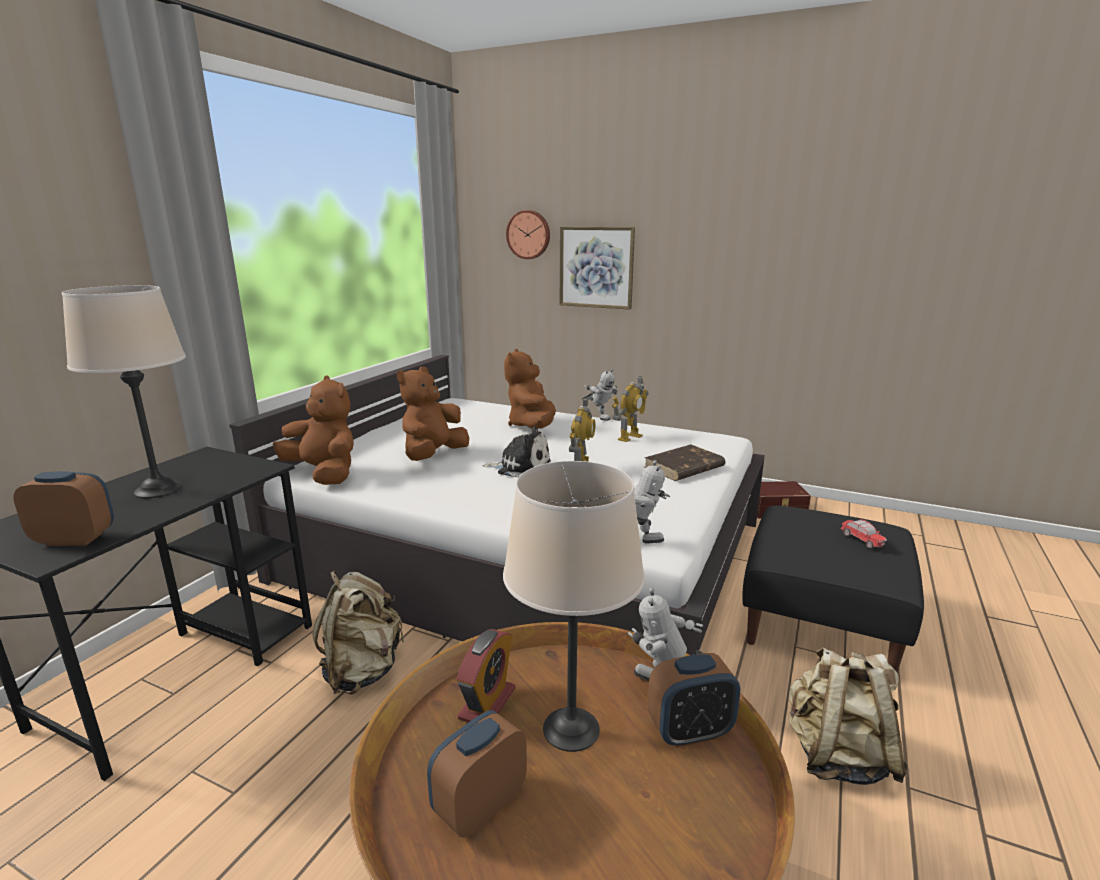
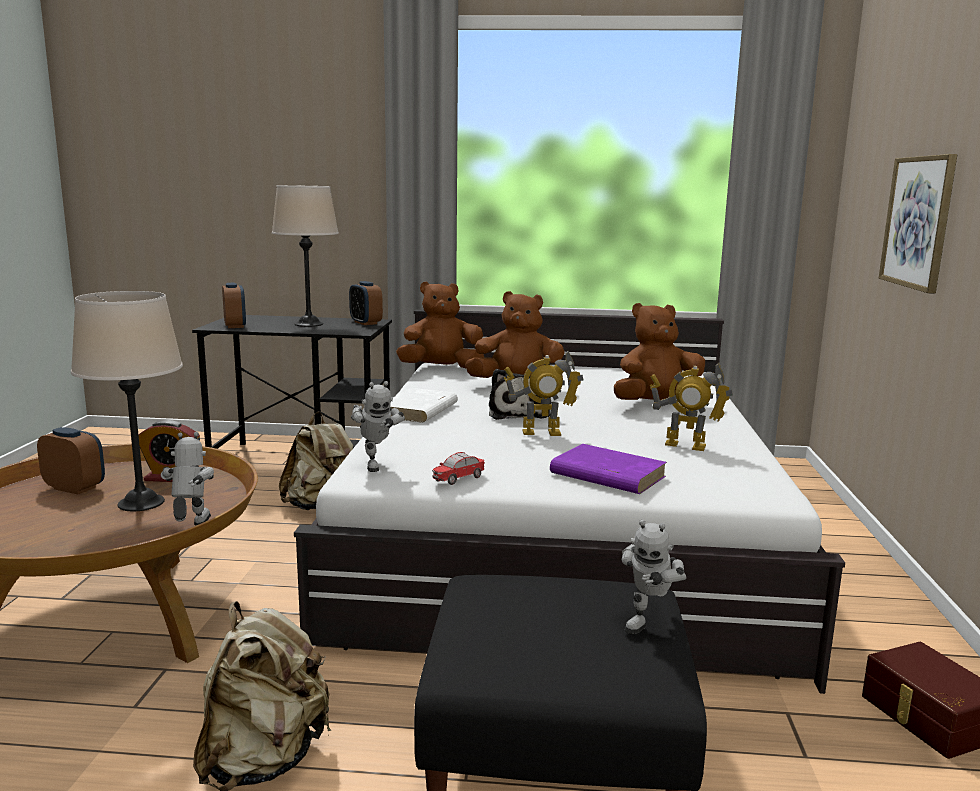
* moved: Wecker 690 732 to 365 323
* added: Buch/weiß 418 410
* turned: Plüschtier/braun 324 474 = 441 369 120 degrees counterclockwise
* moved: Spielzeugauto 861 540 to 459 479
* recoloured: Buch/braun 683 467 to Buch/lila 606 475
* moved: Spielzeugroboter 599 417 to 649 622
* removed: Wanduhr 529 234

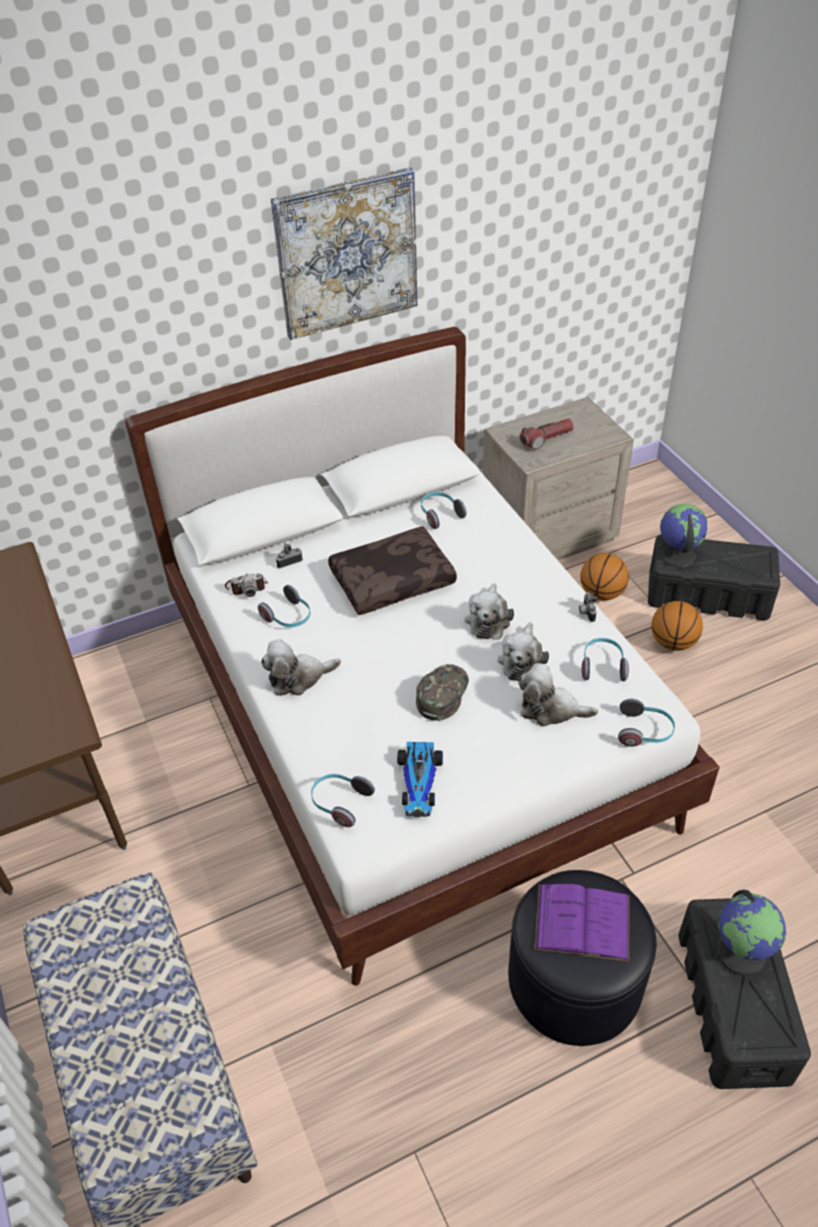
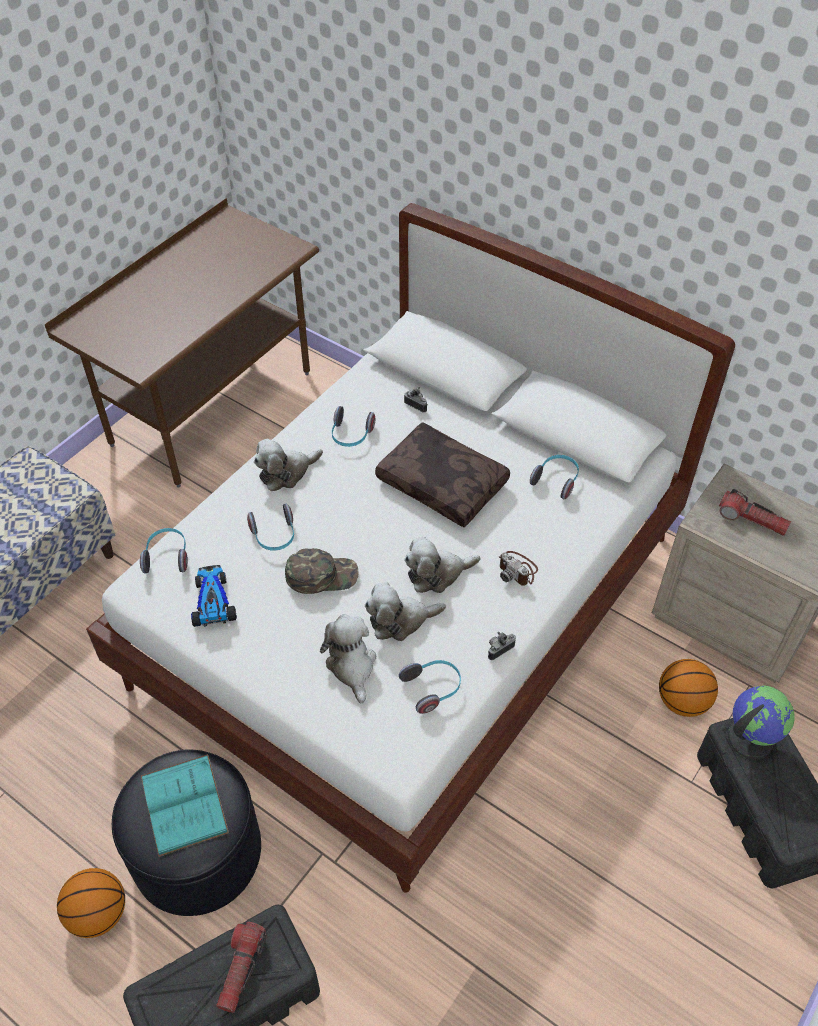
* moved: Basketball 673 642 to 99 914
* recoloured: Buch/lila 582 922 to Buch/türkis 184 804
* turned: Spielzeugauto 420 783 = 212 600 105 degrees clockwise
* replaced: Globus 742 952 to Taschenlampe 241 969
* moved: Kopfhörer 644 731 to 274 536
* turned: Plüschtier 298 678 = 286 472 75 degrees counterclockwise
* moved: Kamera 246 586 to 517 570
* removed: Bild 347 254

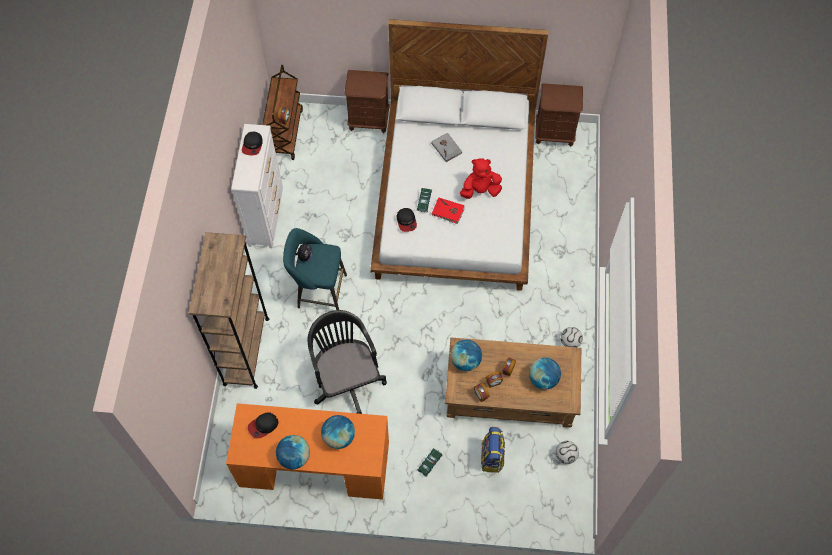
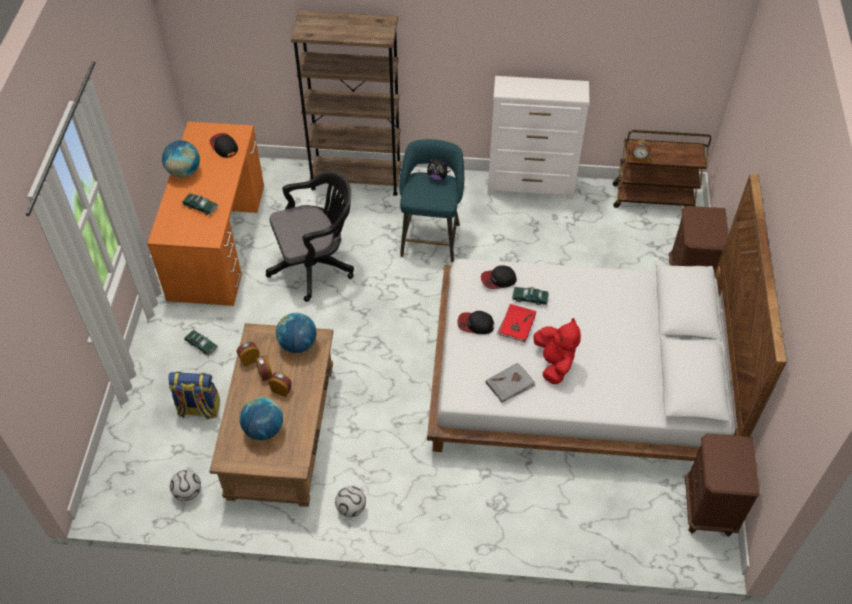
* replaced: Globus 339 437 to Spielzeugauto 200 207
* moved: Kappe 252 145 to 475 324
* moved: Buch/grau 446 148 to 510 384

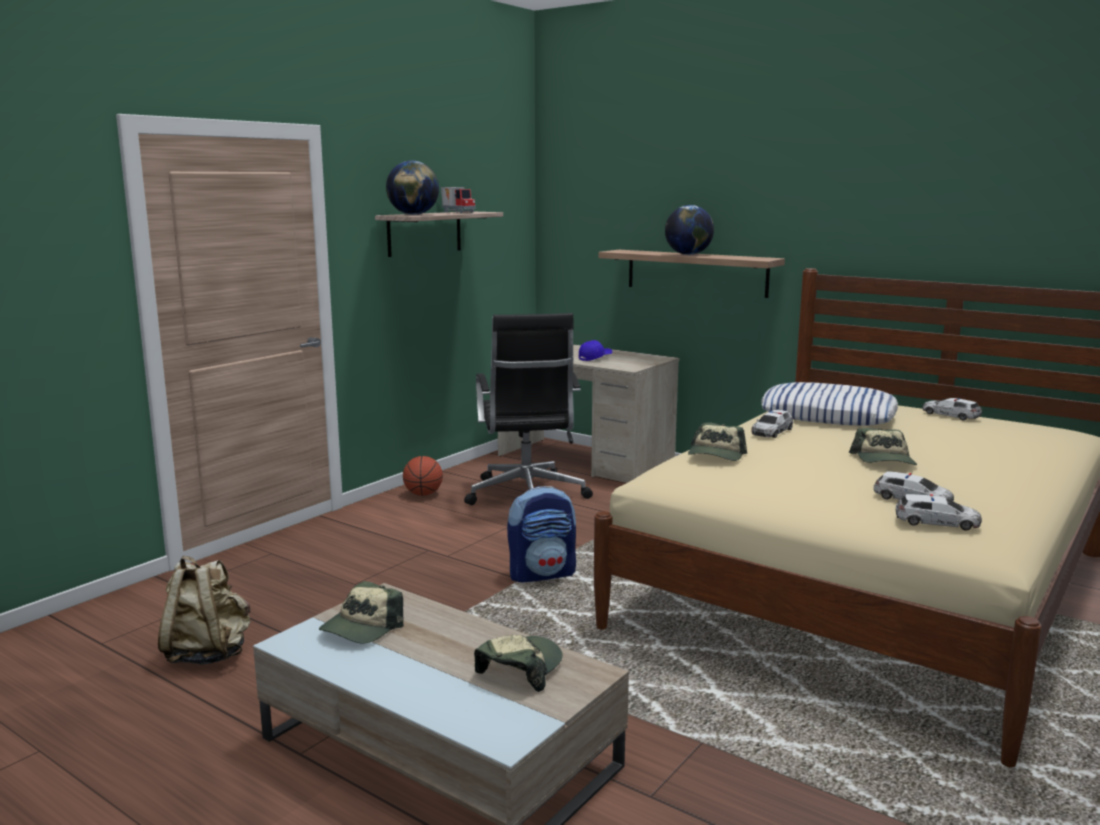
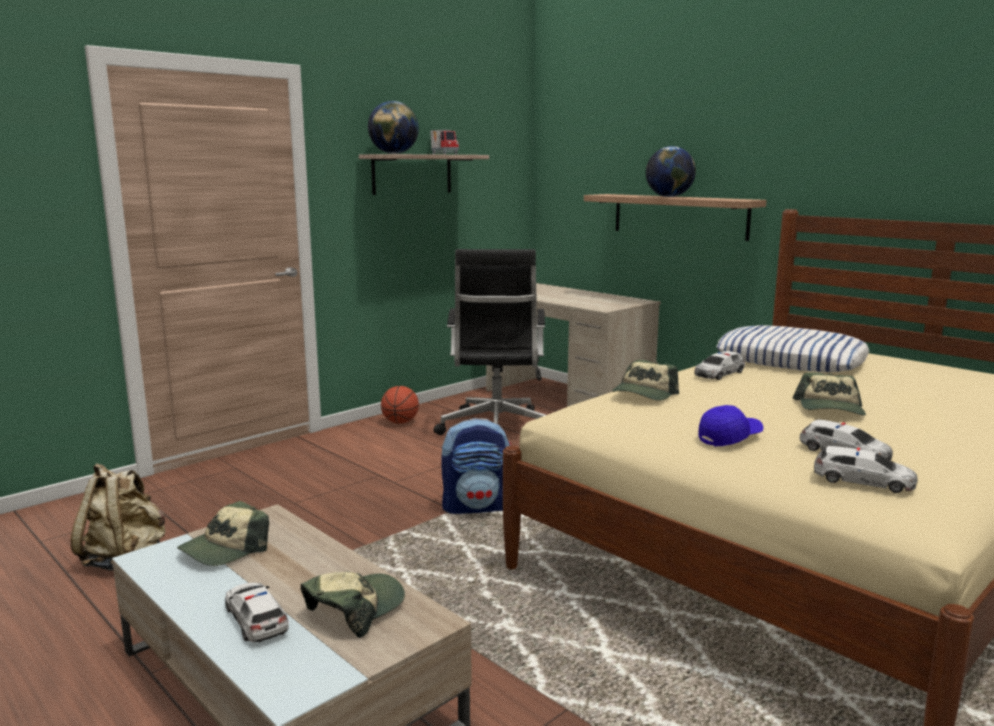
* moved: Spielzeugauto 950 415 to 256 619
* moved: Kappe/blau 595 358 to 729 438

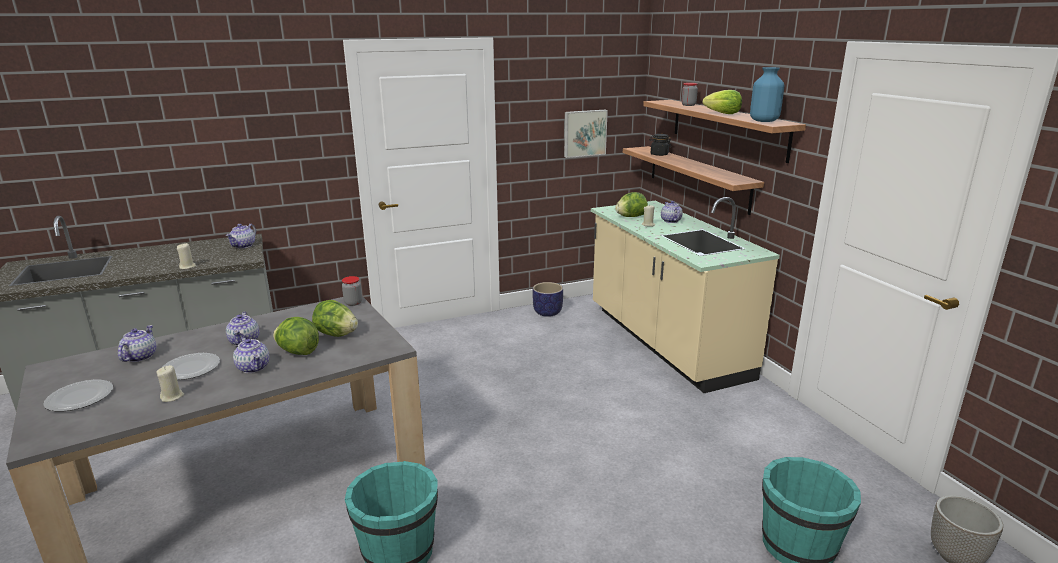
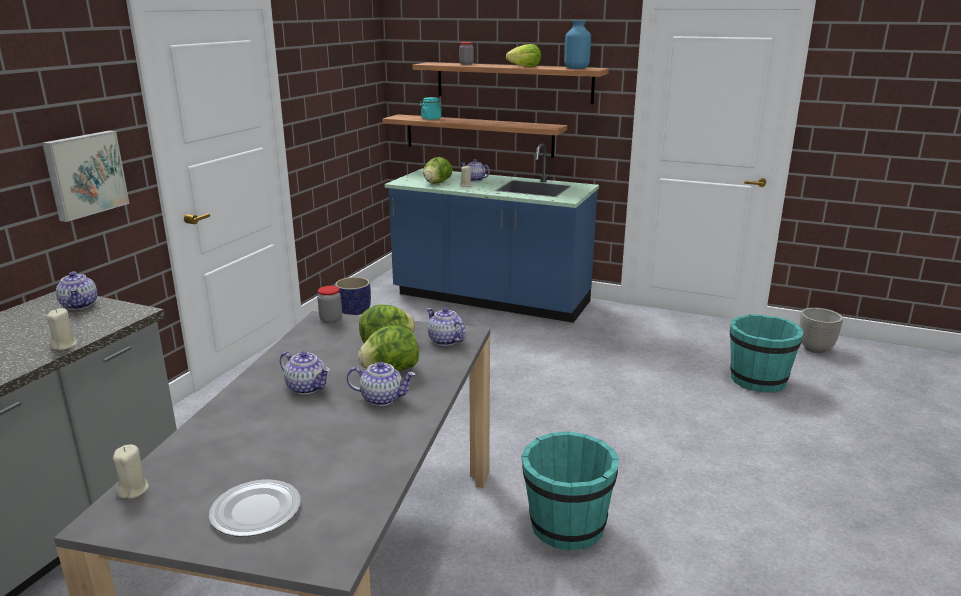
* moved: Bild 584 133 to 85 174
* moved: Kerze/beige 172 397 to 133 490
* recoloured: Küchenzeile/beige 665 342 to Küchenzeile/blau 490 300
* recoloured: Vorratsglas/schwarz 659 154 to Vorratsglas/türkis 431 118
* moved: Teekanne 140 357 to 445 340
* removed: Teller 190 368

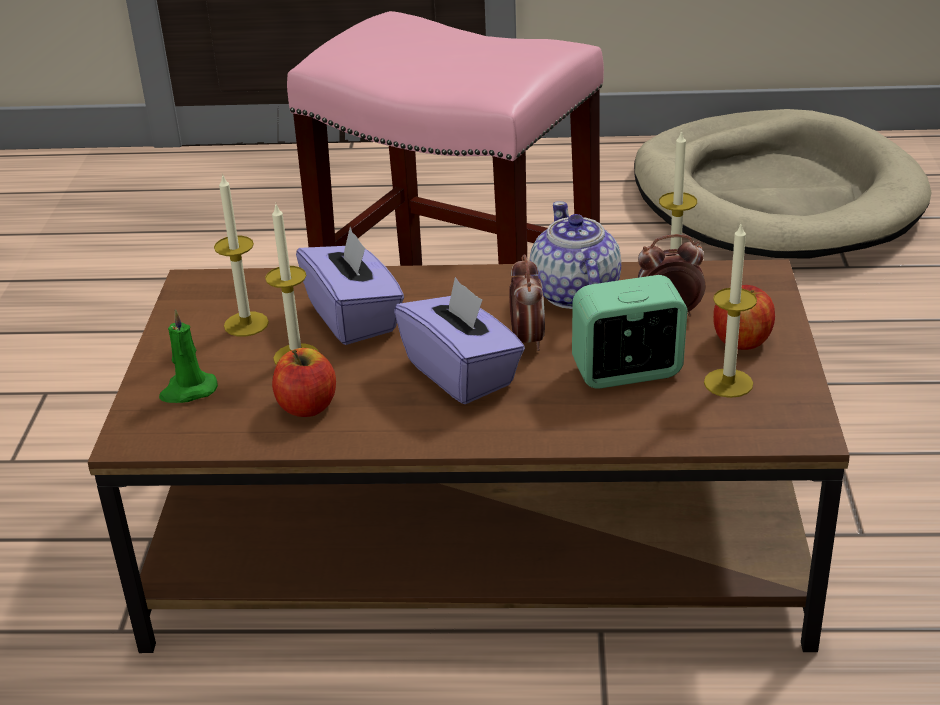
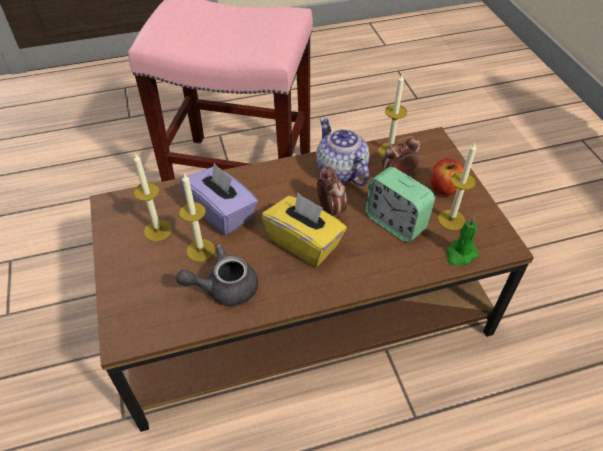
* replaced: Apfel 307 406 to Teekanne/grau 224 288
* recoloured: Taschentuchbox/lila 461 373 to Taschentuchbox/gelb 304 242
* turned: Wecker 627 372 = 395 223 105 degrees counterclockwise
* moved: Kerze/grün 188 391 to 460 254
* removed: Hundebett/beige 775 196

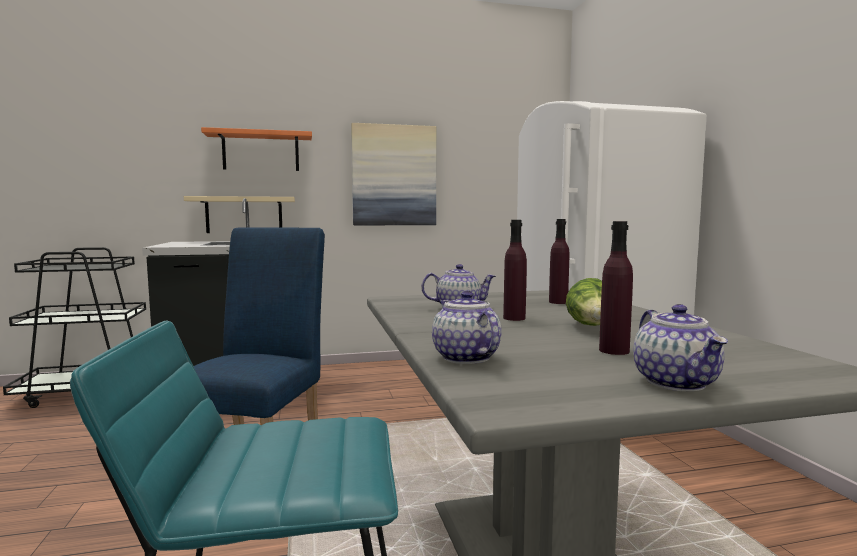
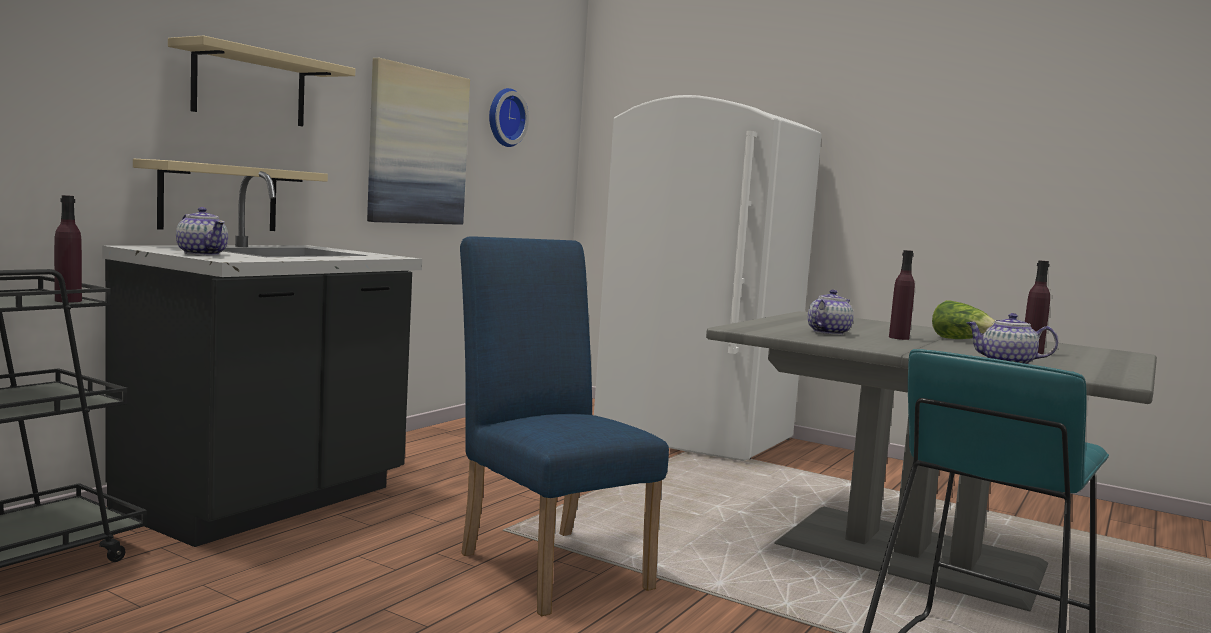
* moved: Flasche/lila 558 302 to 68 301
* recoloured: Wandregal/orange 261 152 to Wandregal/beige 250 87
* moved: Teekanne 677 383 to 203 254
* added: Wanduhr 504 117

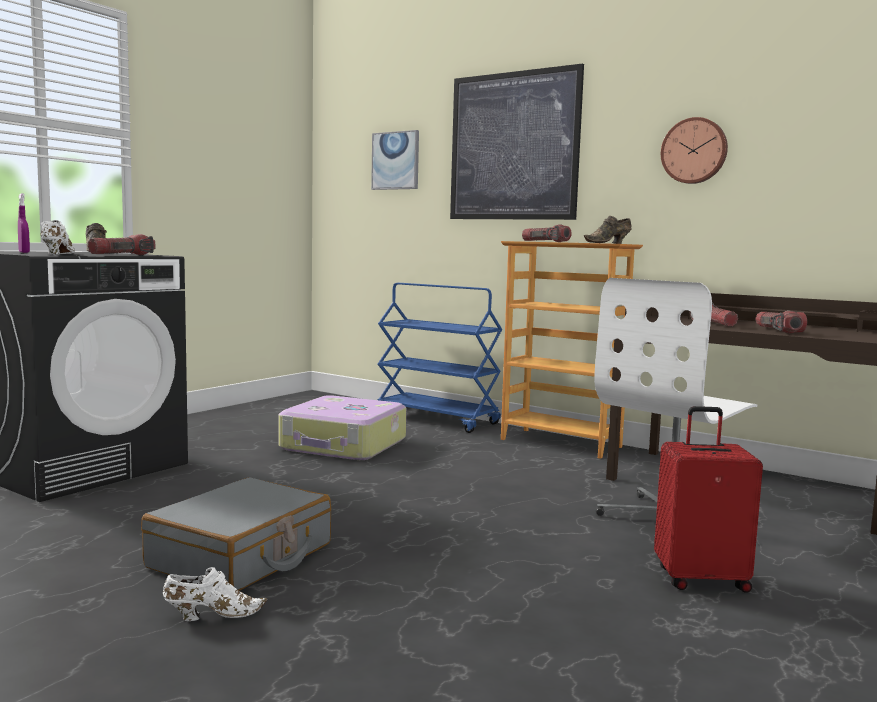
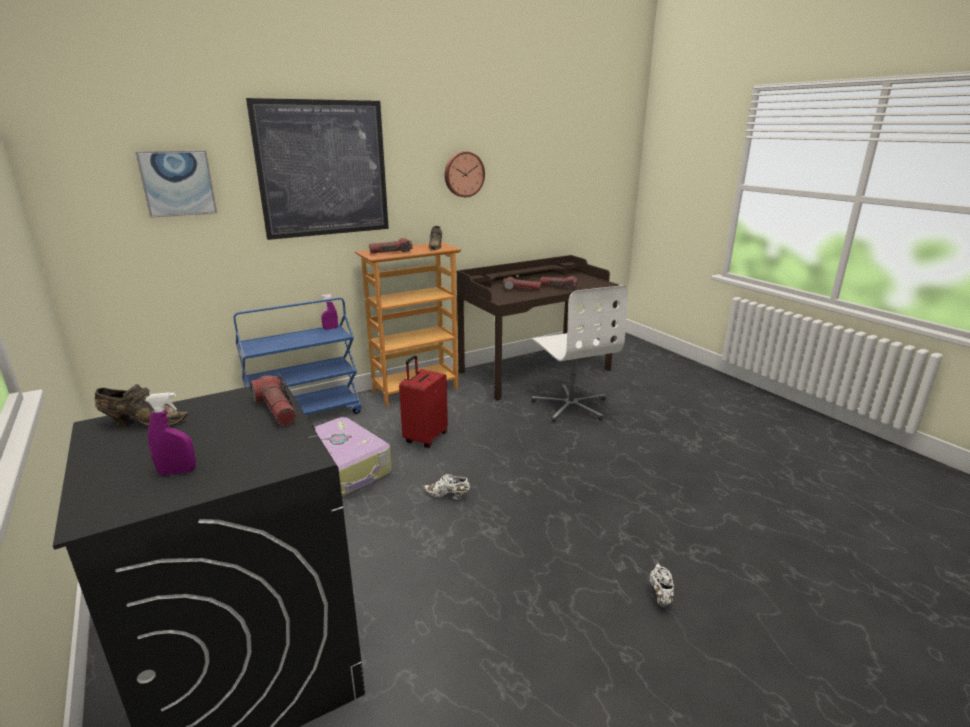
* added: Sprühflasche/lila 330 328
* moved: Koffer/rot 701 579 to 425 438
* moved: Schuh/weiß 57 254 to 447 496
* removed: Koffer/grau 242 556

